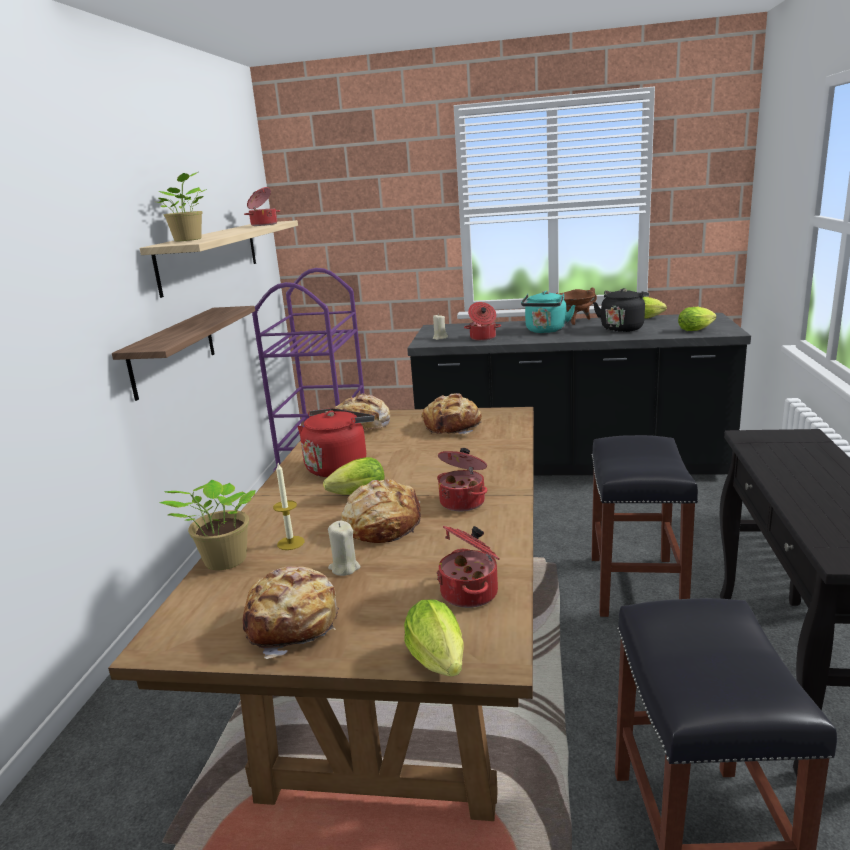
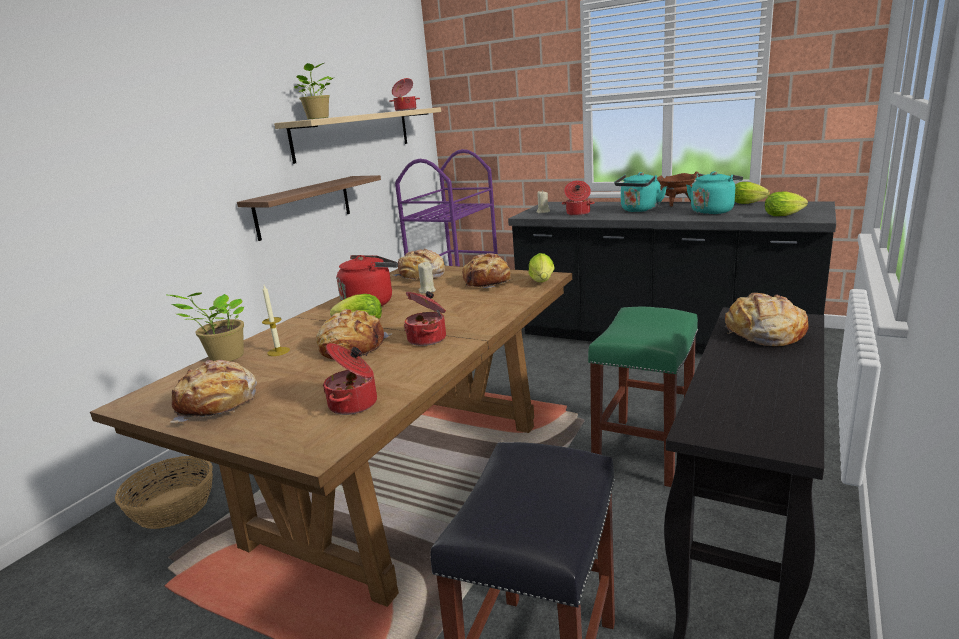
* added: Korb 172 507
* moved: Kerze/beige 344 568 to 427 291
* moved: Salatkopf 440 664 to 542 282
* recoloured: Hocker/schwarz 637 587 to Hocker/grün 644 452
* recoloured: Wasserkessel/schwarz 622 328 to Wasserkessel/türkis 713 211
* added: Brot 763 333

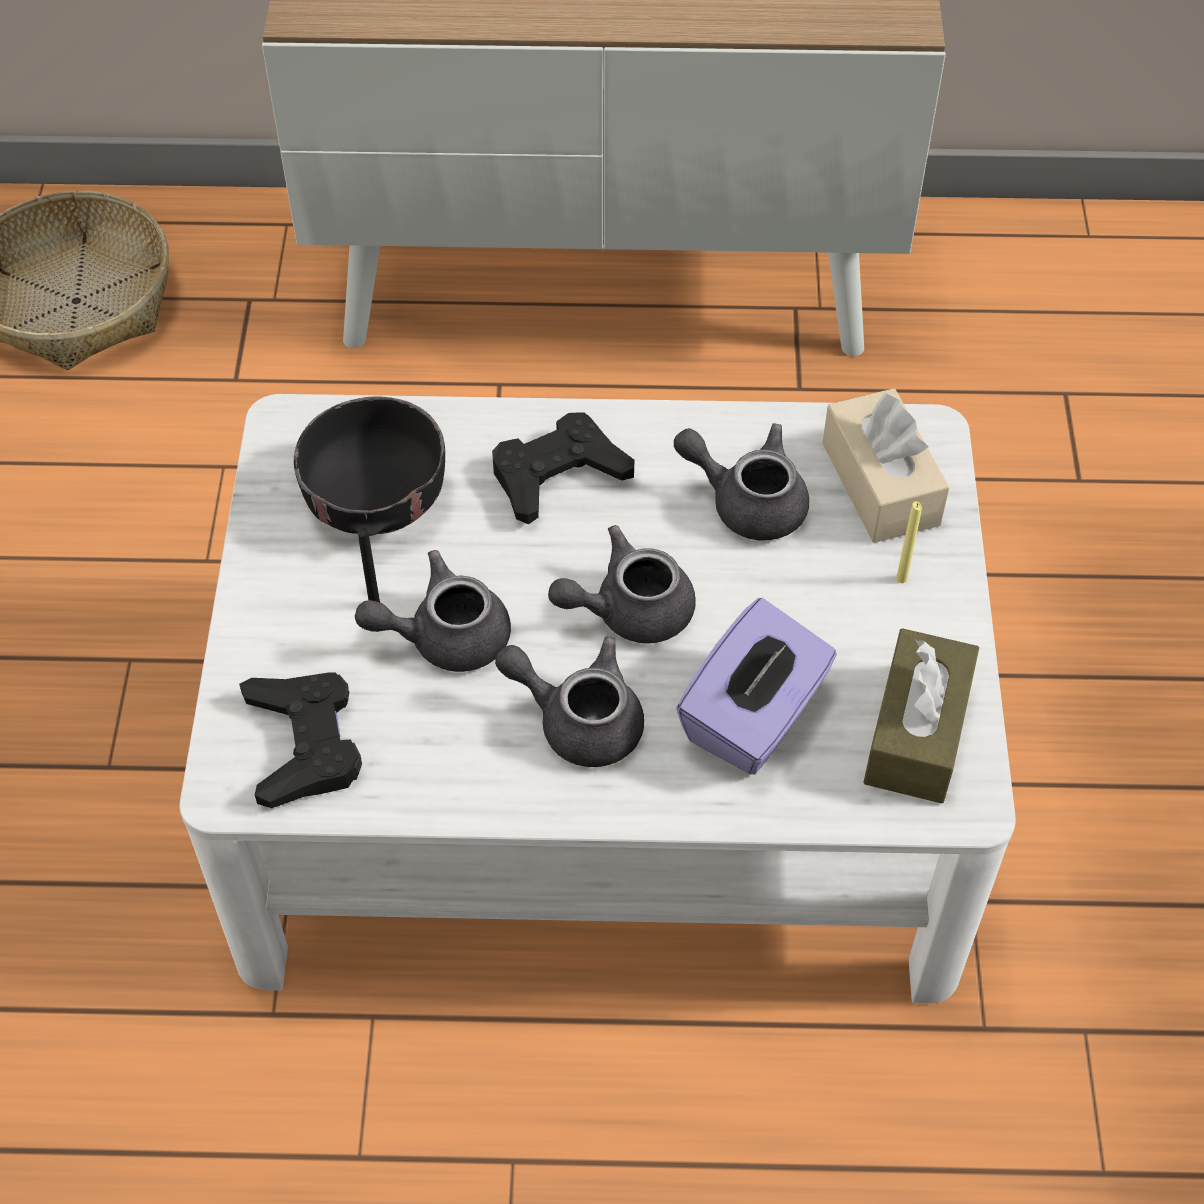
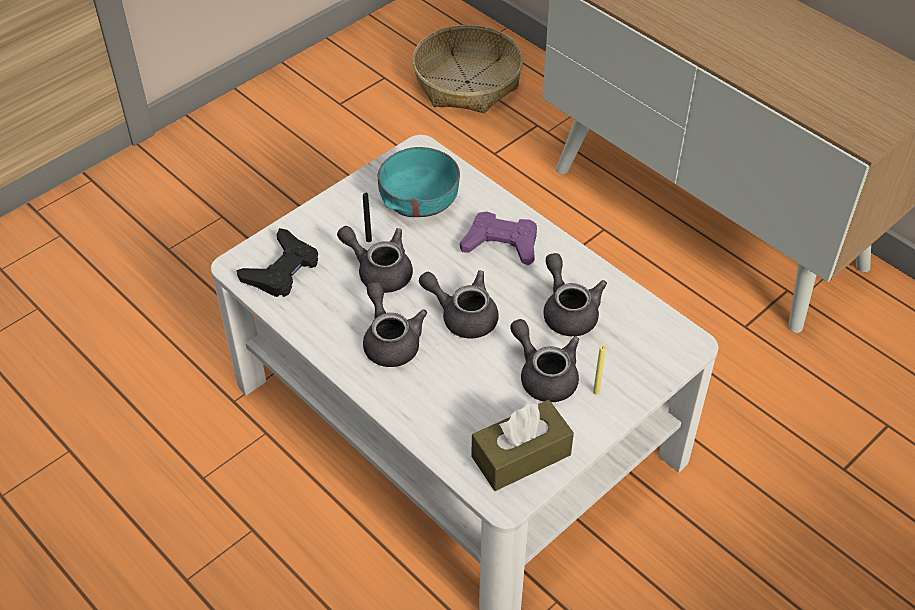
* recoloured: Schüssel/schwarz 376 495 to Schüssel/türkis 420 200
* recoloured: Gamepad/schwarz 558 475 to Gamepad/lila 501 243
* added: Teekanne/grau 544 375
* removed: Taschentuchbox/lila 754 717
* removed: Taschentuchbox/beige 880 484

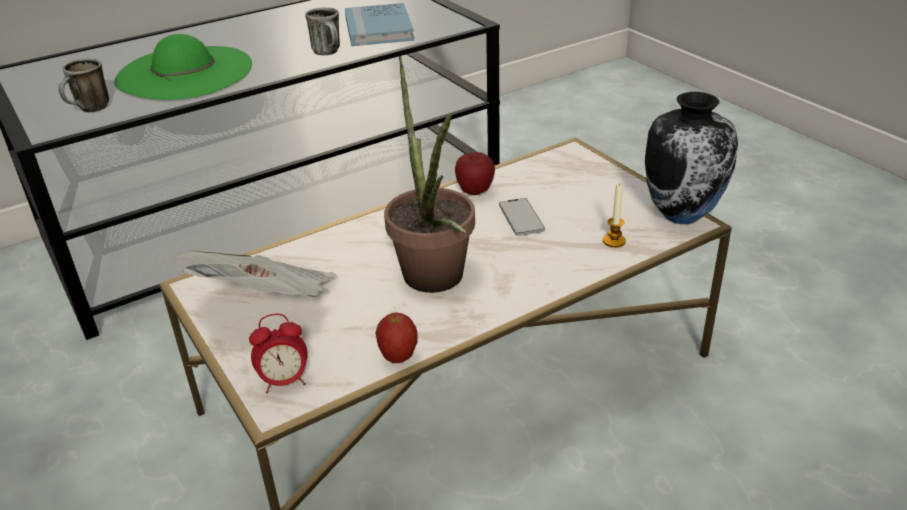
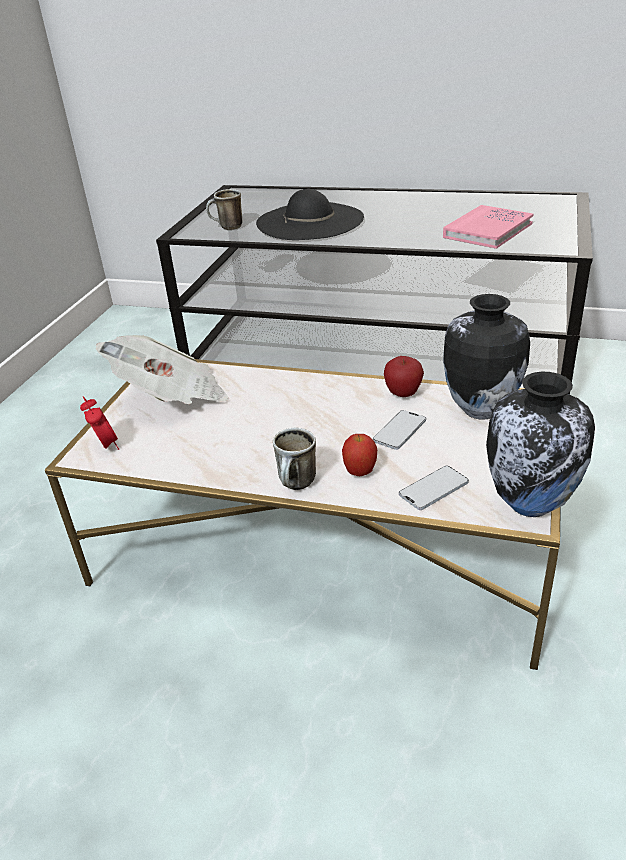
* turned: Wecker 284 381 = 106 446 150 degrees counterclockwise
* recoloured: Hut/grün 184 72 to Hut/schwarz 310 221
* moved: Henkelbecher 330 53 to 297 486
* moved: Apfel 398 358 to 360 472
* replaced: Kerze 614 241 to Handy 433 489
* recoloured: Buch/blau 378 29 to Buch/rosa 488 230
* added: Vase 479 410
* removed: Topfpflanze 436 283

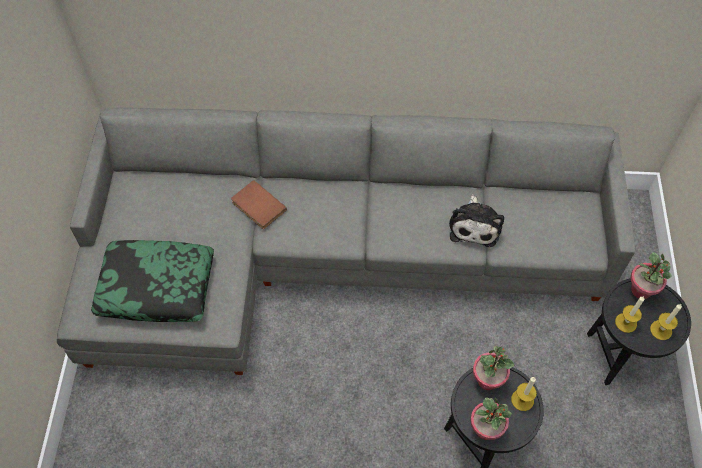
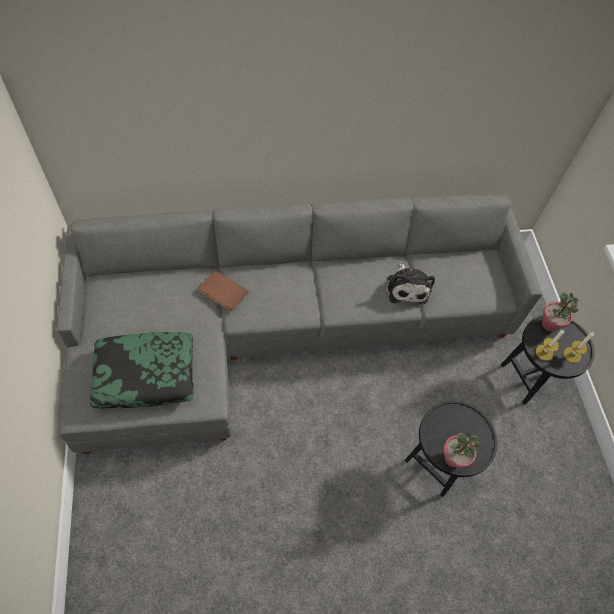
* removed: Topfpflanze 487 379
* removed: Kerze 522 400

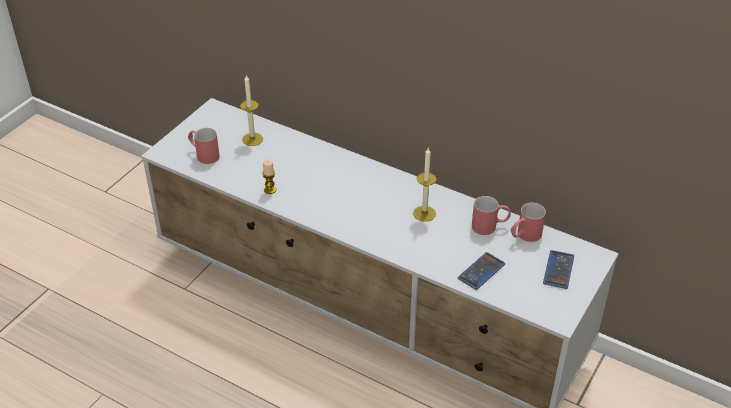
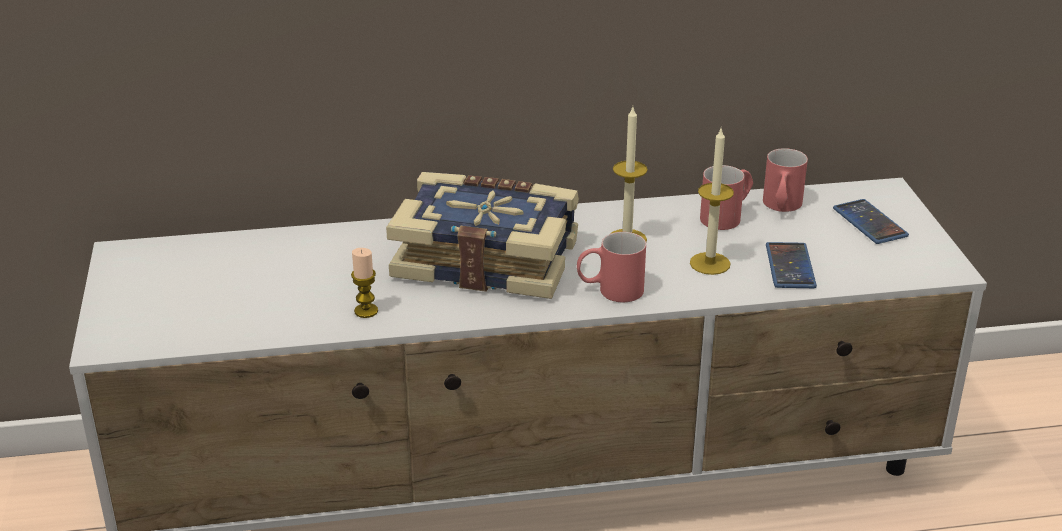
* added: Buch 487 258
* moved: Henkelbecher/rot 204 154 to 610 291
* moved: Kerze 252 139 to 710 263

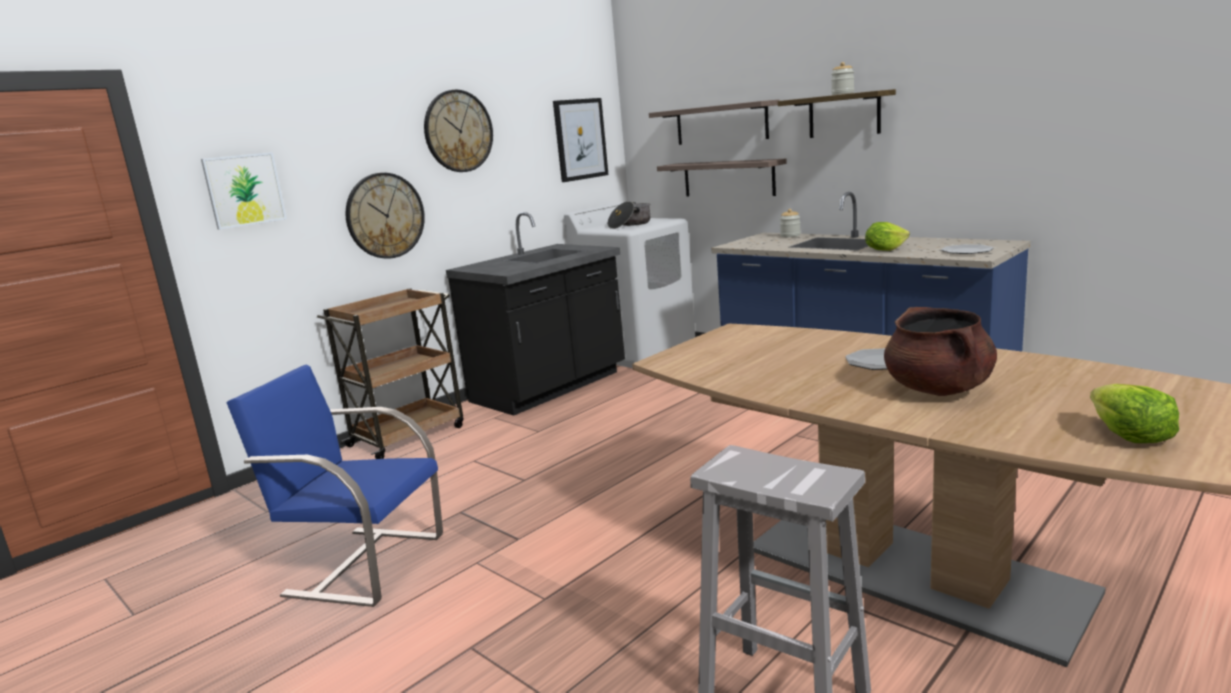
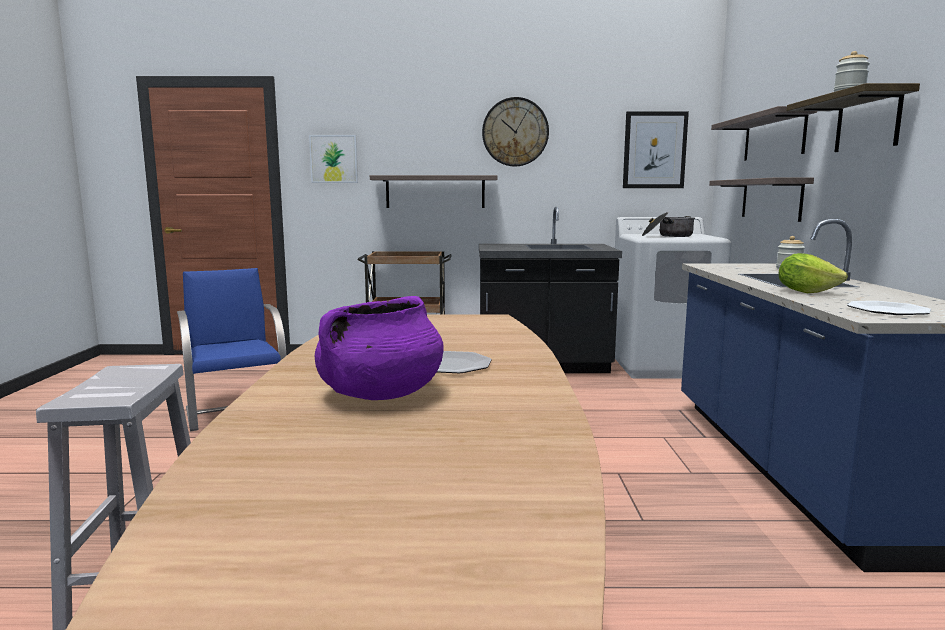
* recoloured: Kochtopf/braun 938 389 to Kochtopf/lila 380 394
* replaced: Wanduhr 385 215 to Wandregal 435 192
* removed: Salatkopf 1129 435

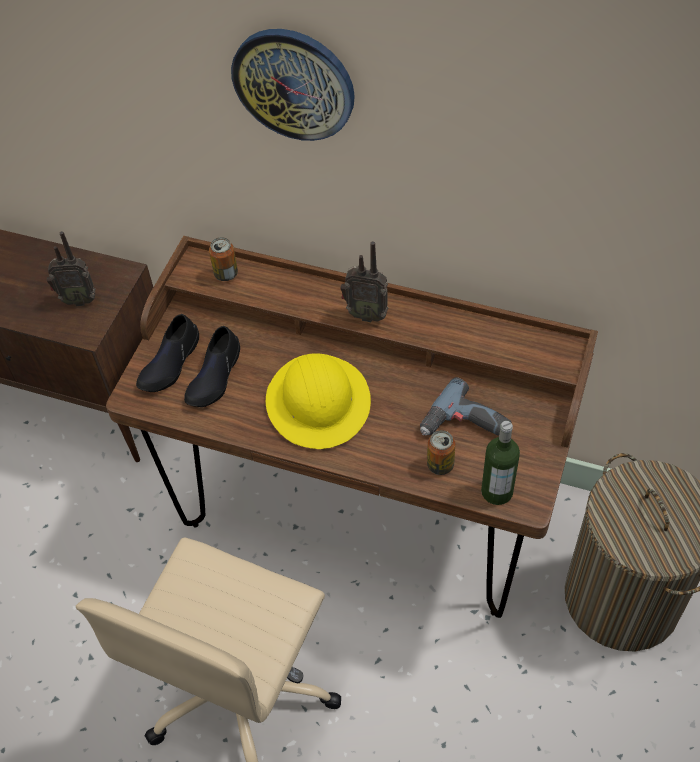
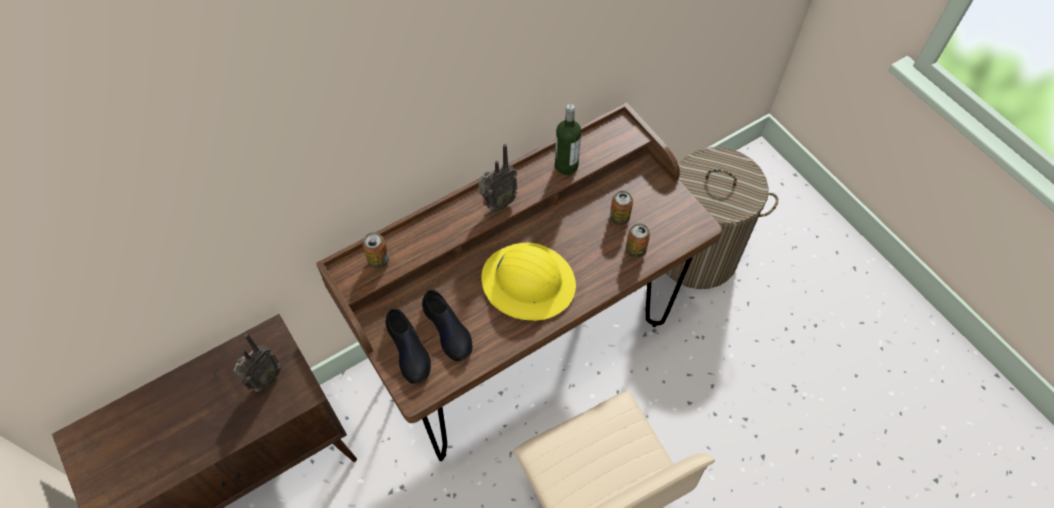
* moved: Flasche 497 491 to 566 166
* replaced: Bohrmaschine 465 426 to Dose 619 217
* removed: Wanduhr 294 83

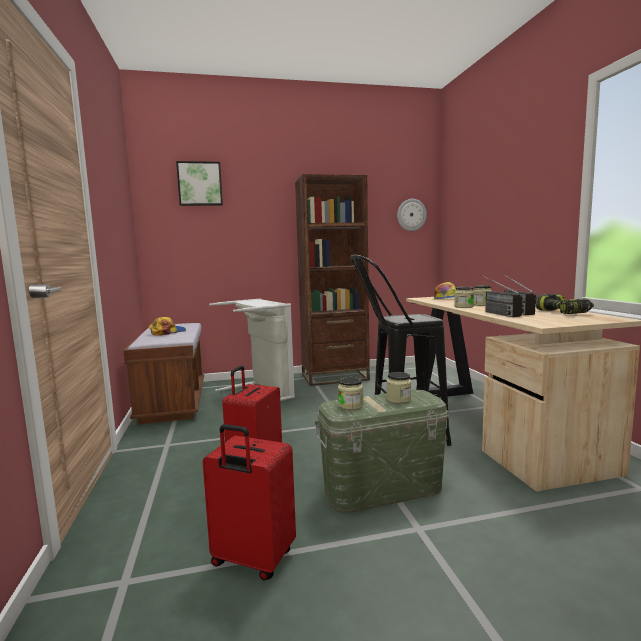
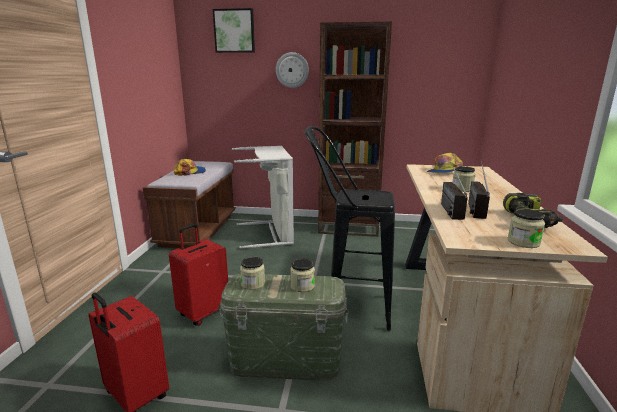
* moved: Wanduhr 411 215 to 292 70
* moved: Vorratsglas 463 306 to 523 242

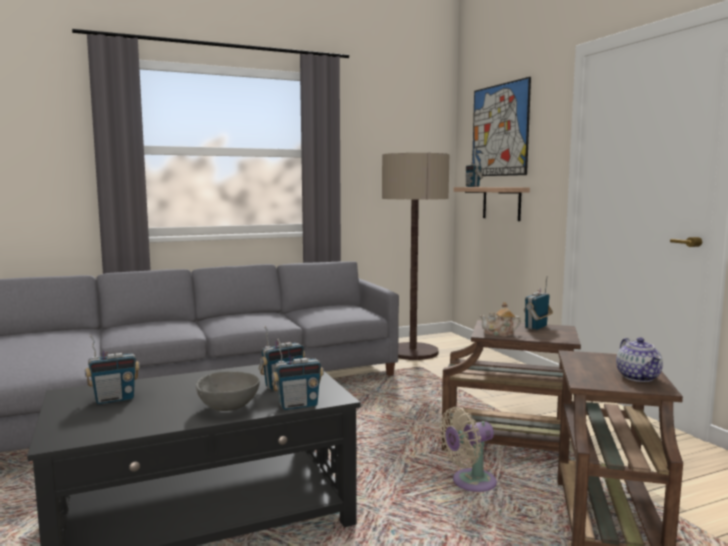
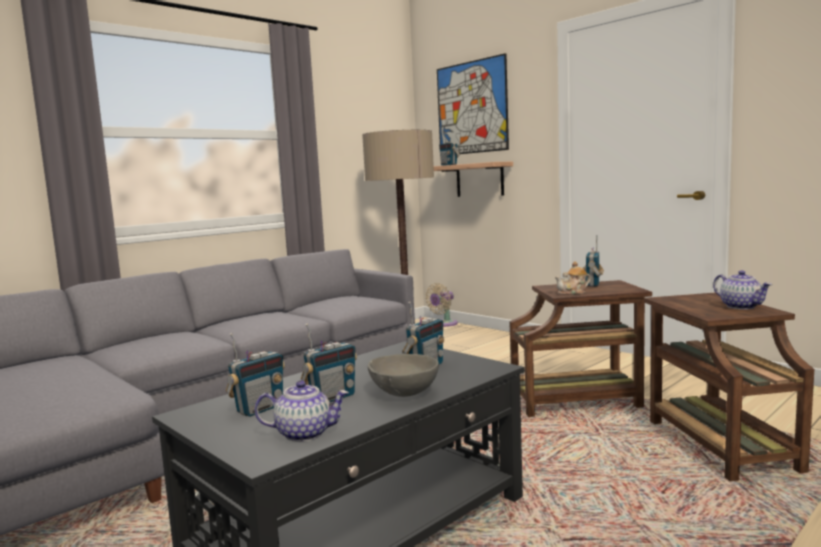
* added: Teekanne 305 433
* moved: Radio 298 405 to 332 397
* moved: Ventilator/beige 469 482 to 444 324

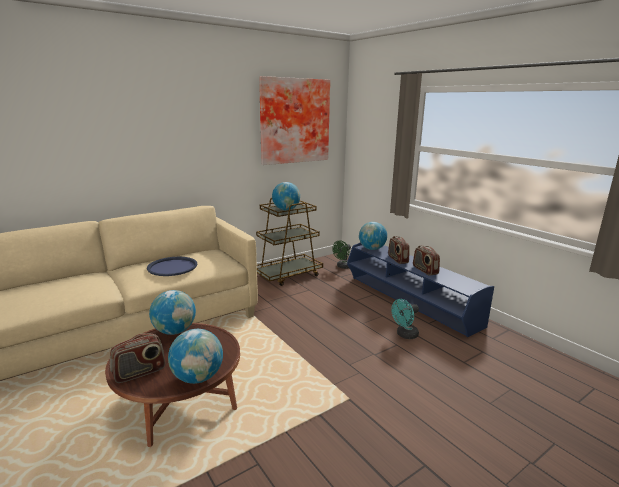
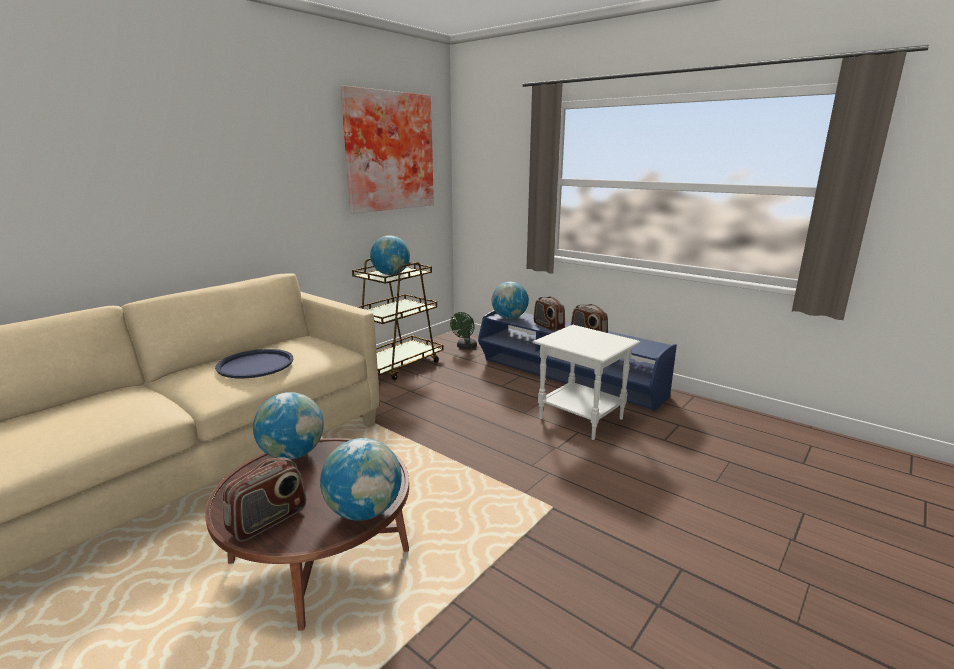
* replaced: Ventilator/türkis 404 335 to Beistelltisch/weiß 581 419

